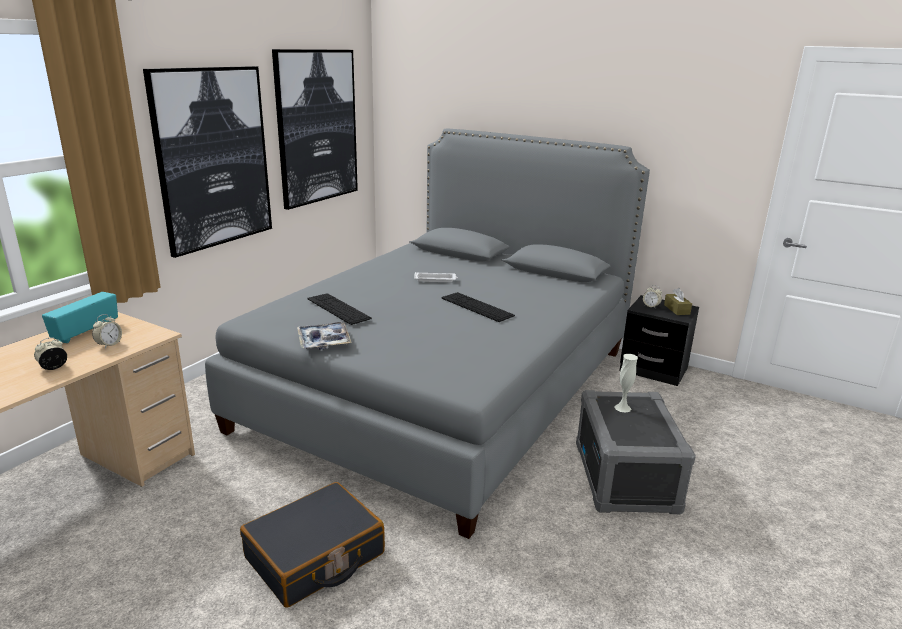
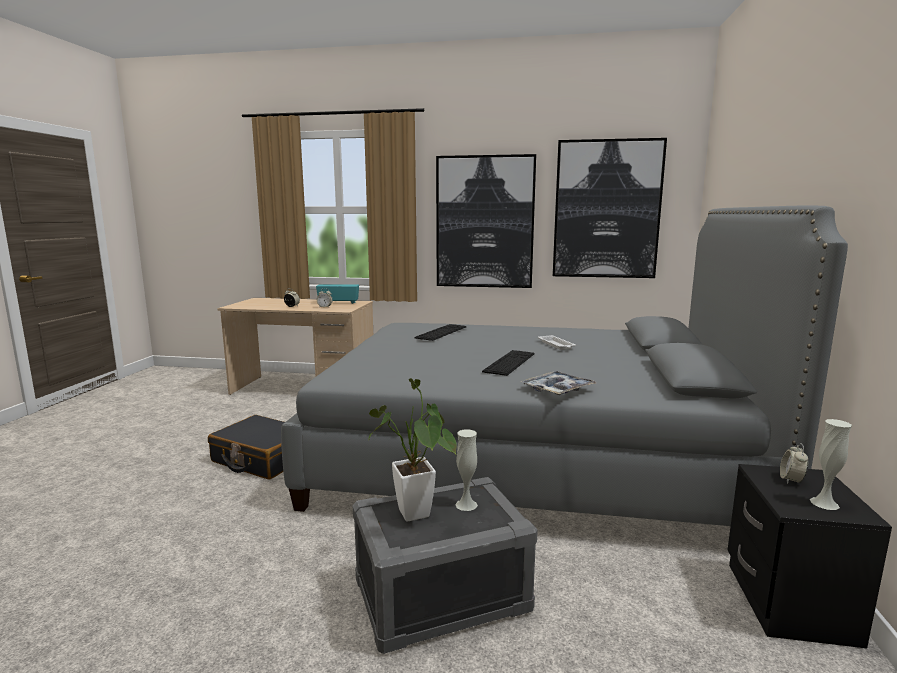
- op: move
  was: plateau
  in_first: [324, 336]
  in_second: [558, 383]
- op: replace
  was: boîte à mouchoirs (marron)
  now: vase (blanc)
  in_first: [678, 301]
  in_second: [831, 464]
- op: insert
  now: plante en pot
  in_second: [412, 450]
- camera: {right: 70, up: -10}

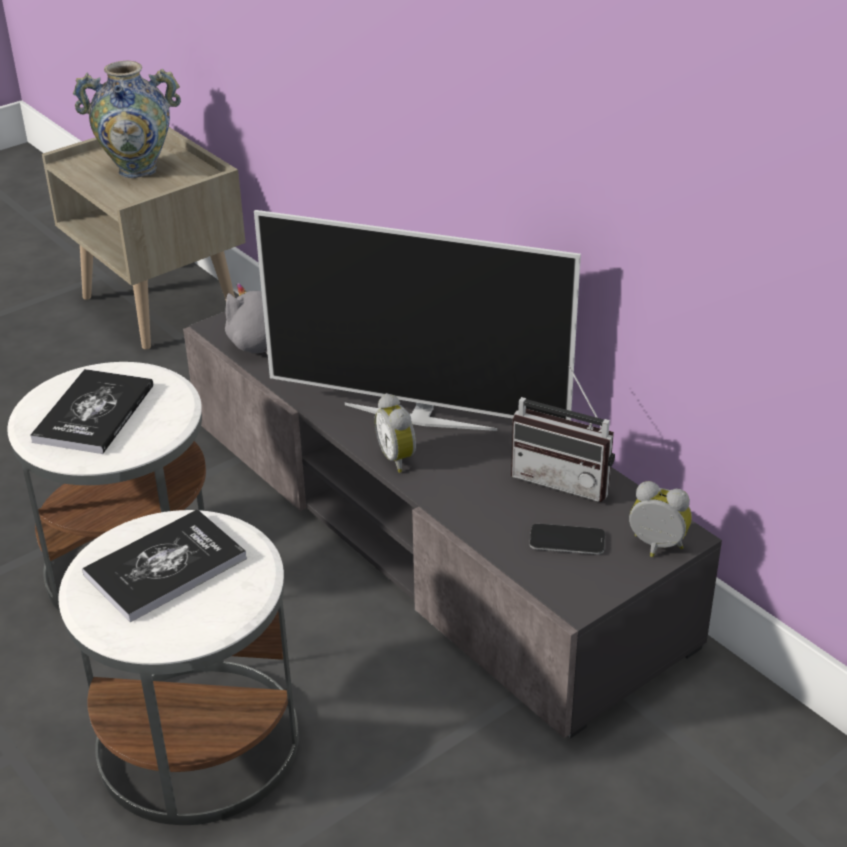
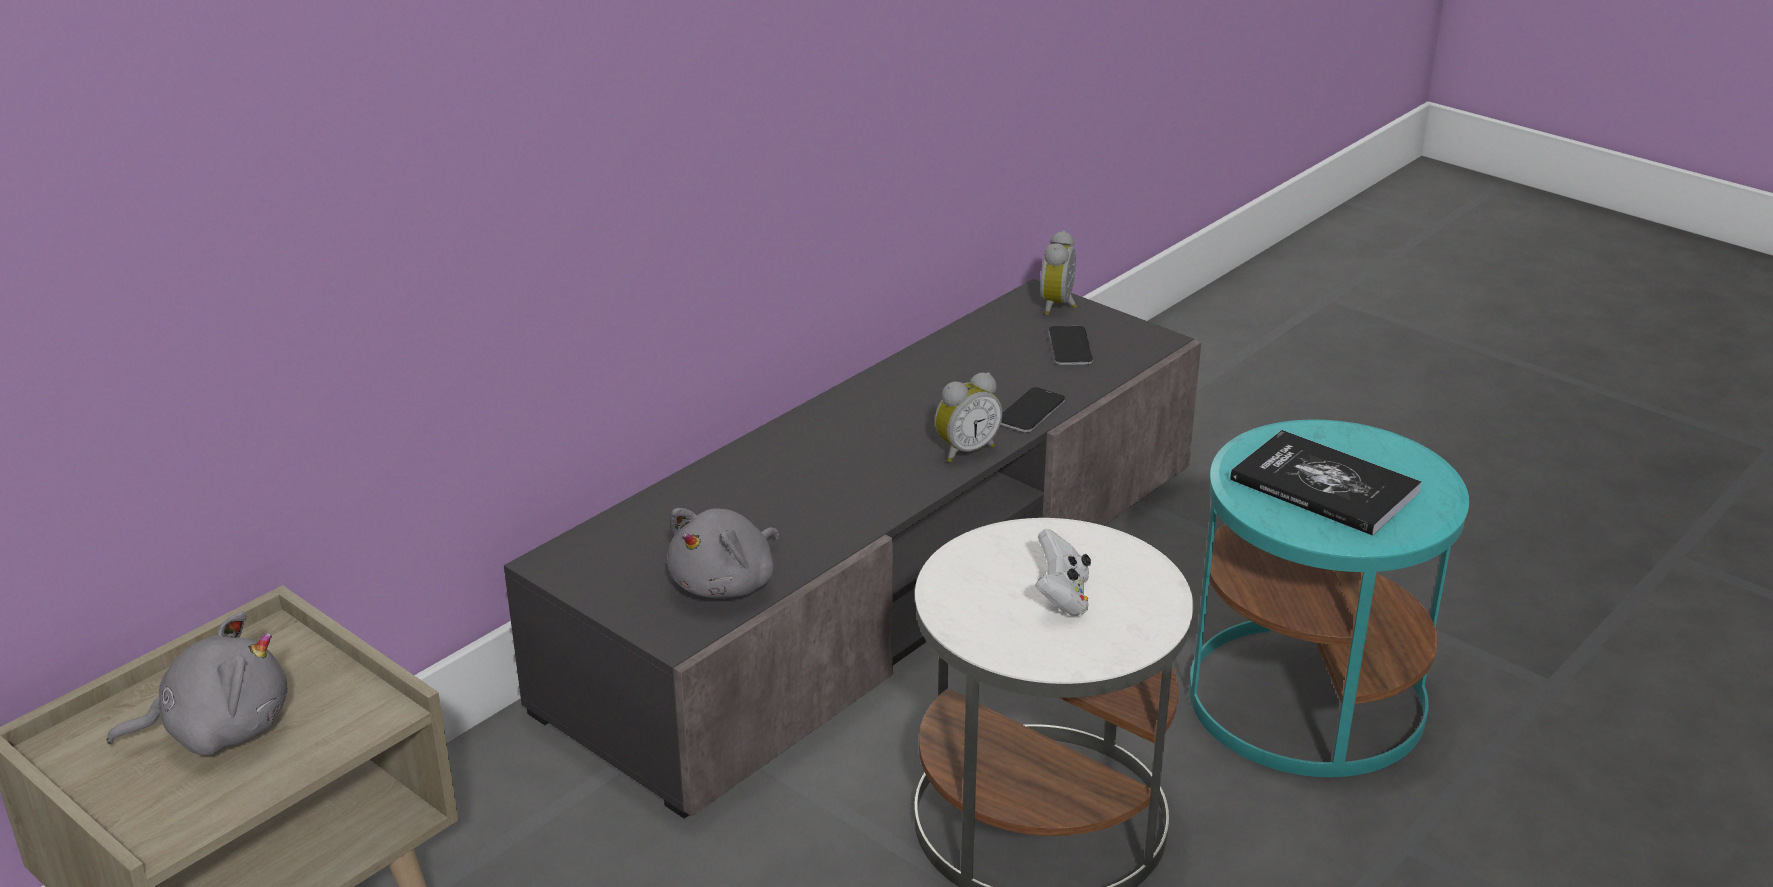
- op: replace
  was: livre
  now: manette (blanc)
  in_first: [91, 411]
  in_second: [1063, 572]
- op: recolor
  was: table d'appoint (blanc)
  now: table d'appoint (turquoise)
  in_first: [178, 667]
  in_second: [1329, 598]
- op: replace
  was: vase
  now: peluche (gris)
  in_first: [127, 119]
  in_second: [197, 683]
- op: delete
  was: téléviseur
  in_first: [417, 320]
- op: delete
  was: radio
  in_first: [563, 434]
- op: insert
  now: téléphone
  in_second: [1032, 410]
- camera: {right: -100, up: -5}

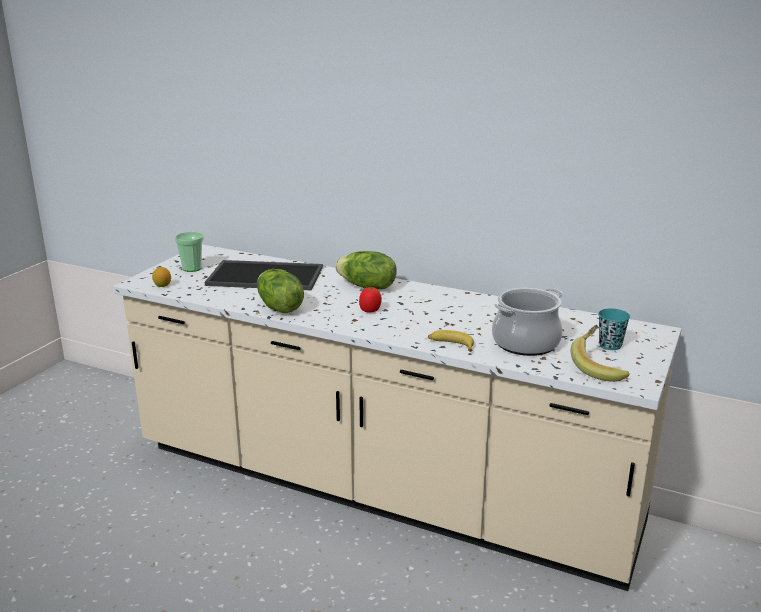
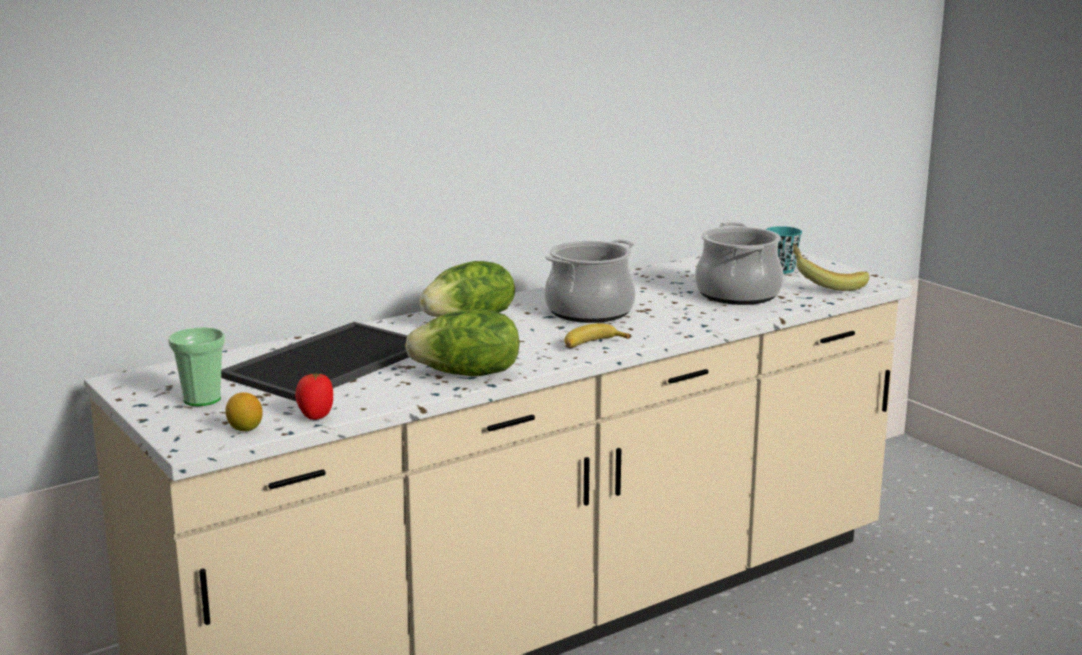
- op: move
  was: tomate
  in_first: [370, 299]
  in_second: [314, 396]
- op: move
  was: banane
  in_first: [451, 341]
  in_second: [598, 335]
- op: insert
  now: marmite
  in_second: [590, 281]
- camera: {right: -60, up: -5}

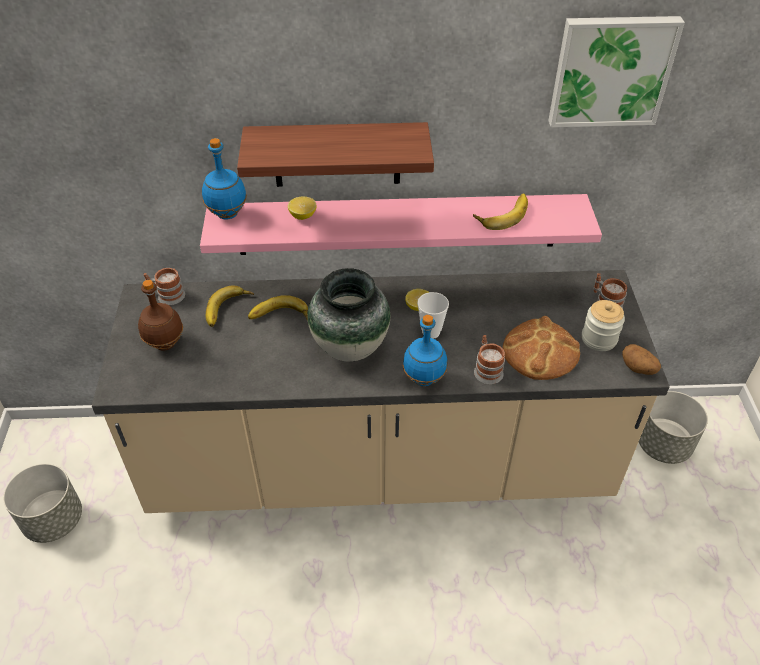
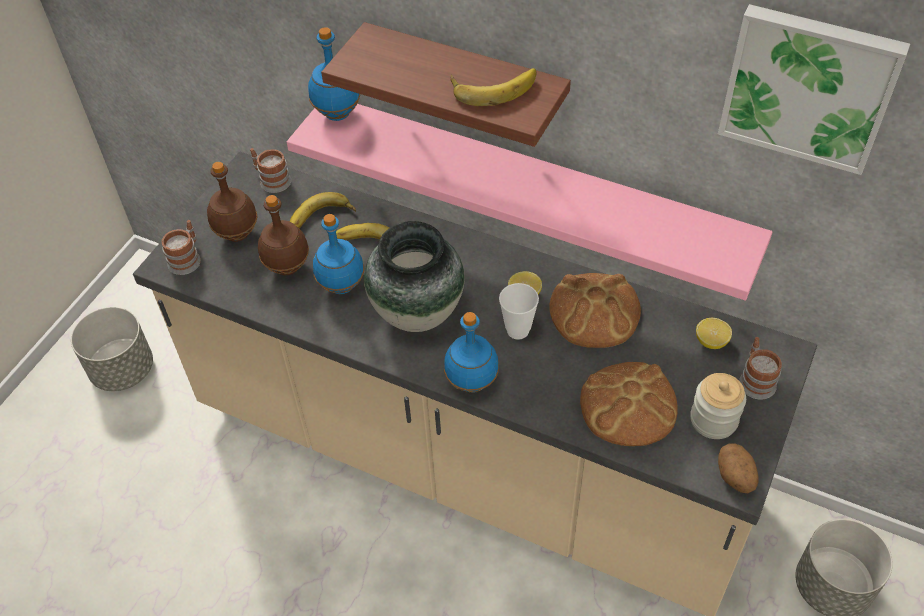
- op: move
  was: citron
  in_first: [302, 208]
  in_second: [714, 333]
- op: move
  was: banane
  in_first: [500, 211]
  in_second: [493, 87]
- op: move
  was: mug
  in_first: [489, 359]
  in_second: [181, 247]
- op: insert
  now: bouteille (marron)
  in_second: [283, 235]
- op: insert
  now: bouteille (bleu)
  in_second: [338, 254]
- op: insert
  now: pain
  in_second: [595, 310]
- camera: {right: 30, up: 5}

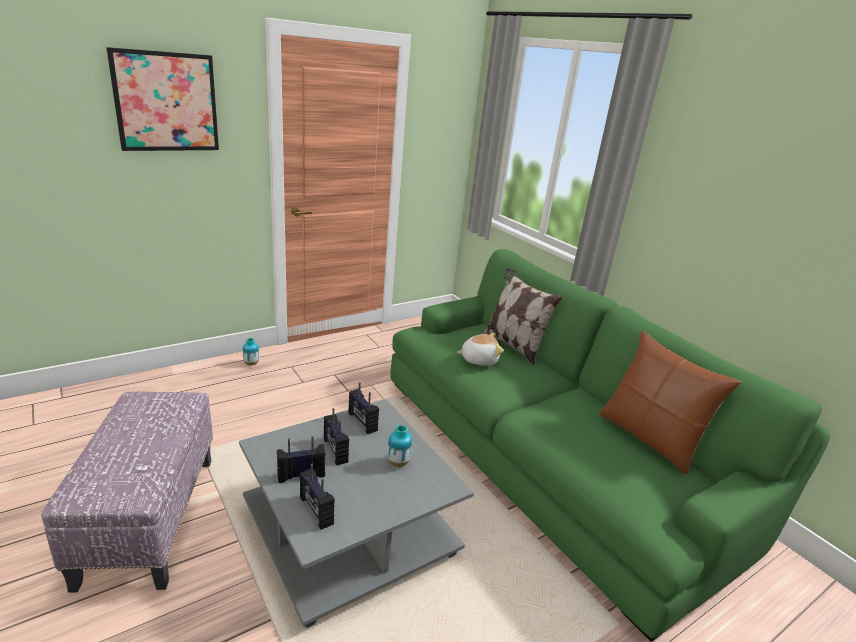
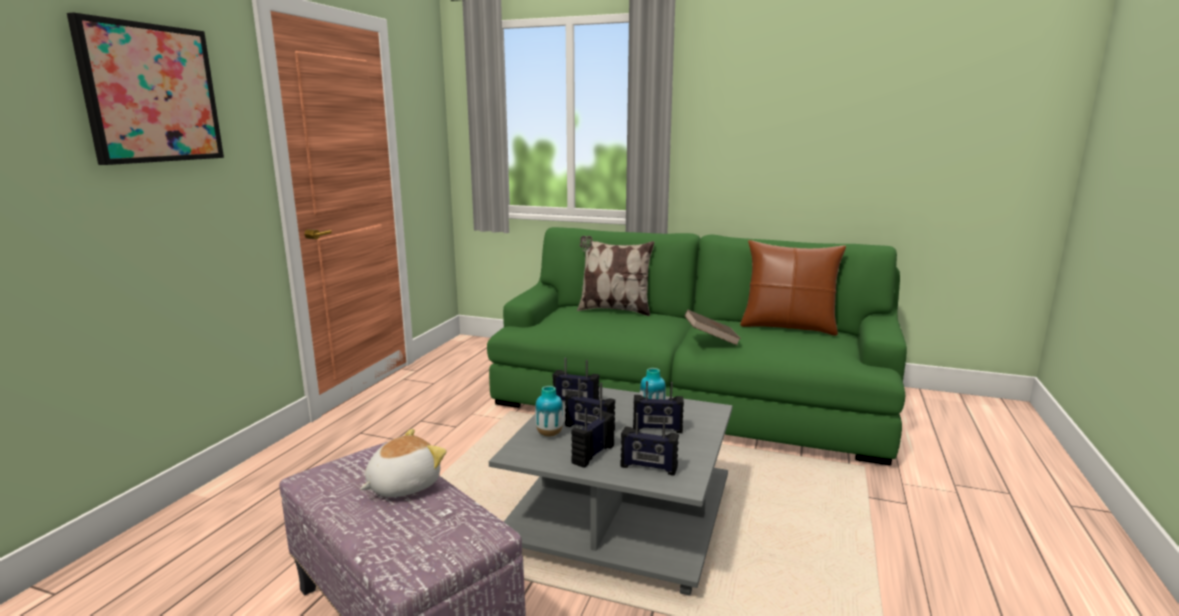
- op: move
  was: vase
  in_first: [251, 352]
  in_second: [549, 411]
- op: move
  was: peluche
  in_first: [480, 349]
  in_second: [403, 463]
- op: insert
  now: radio
  in_second: [658, 407]
- op: insert
  now: livre (marron)
  in_second: [713, 327]
- camera: {right: -35, up: -10}

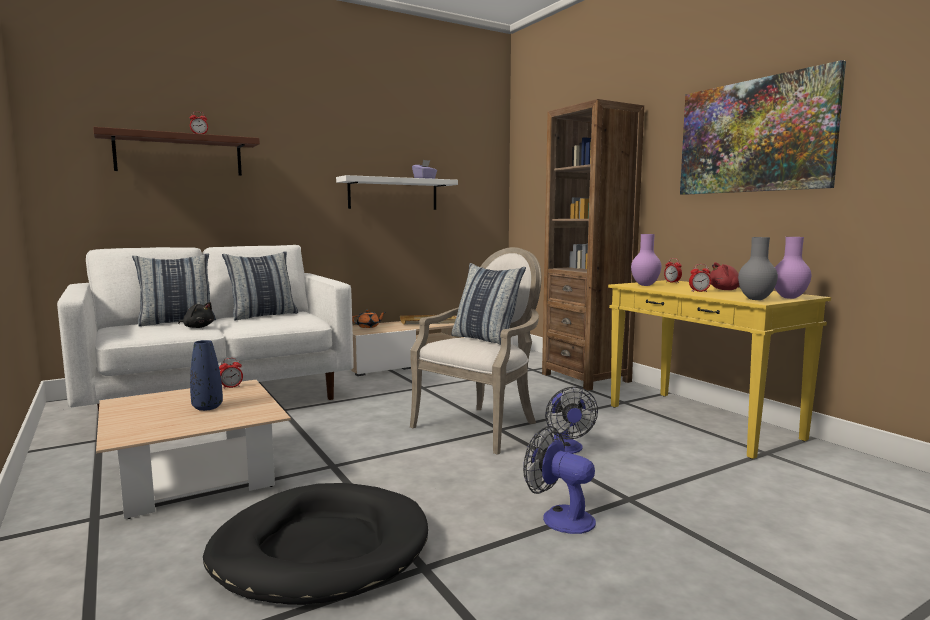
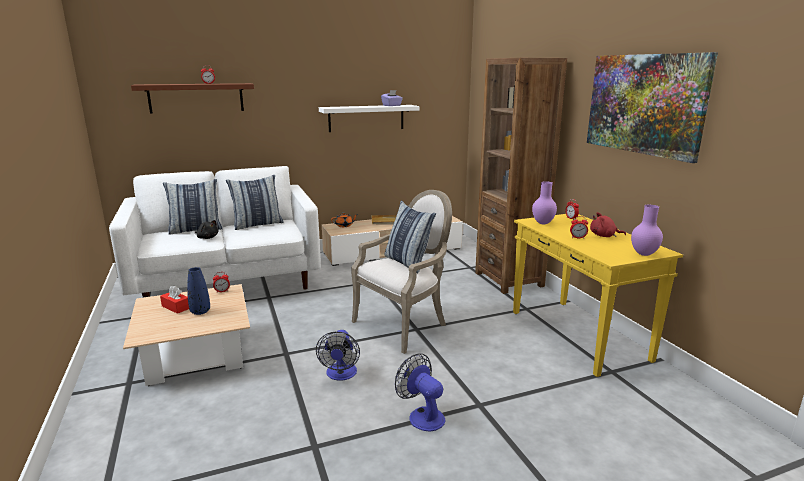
- op: delete
  was: panier pour chien (noir)
  in_first: [315, 544]
- op: move
  was: ventilateur
  in_first: [571, 420]
  in_second: [338, 355]
- op: delete
  was: vase (gris)
  in_first: [758, 268]
- op: insert
  now: boîte à mouchoirs (rouge)
  in_second: [174, 300]
- camera: {right: 10, up: 10}

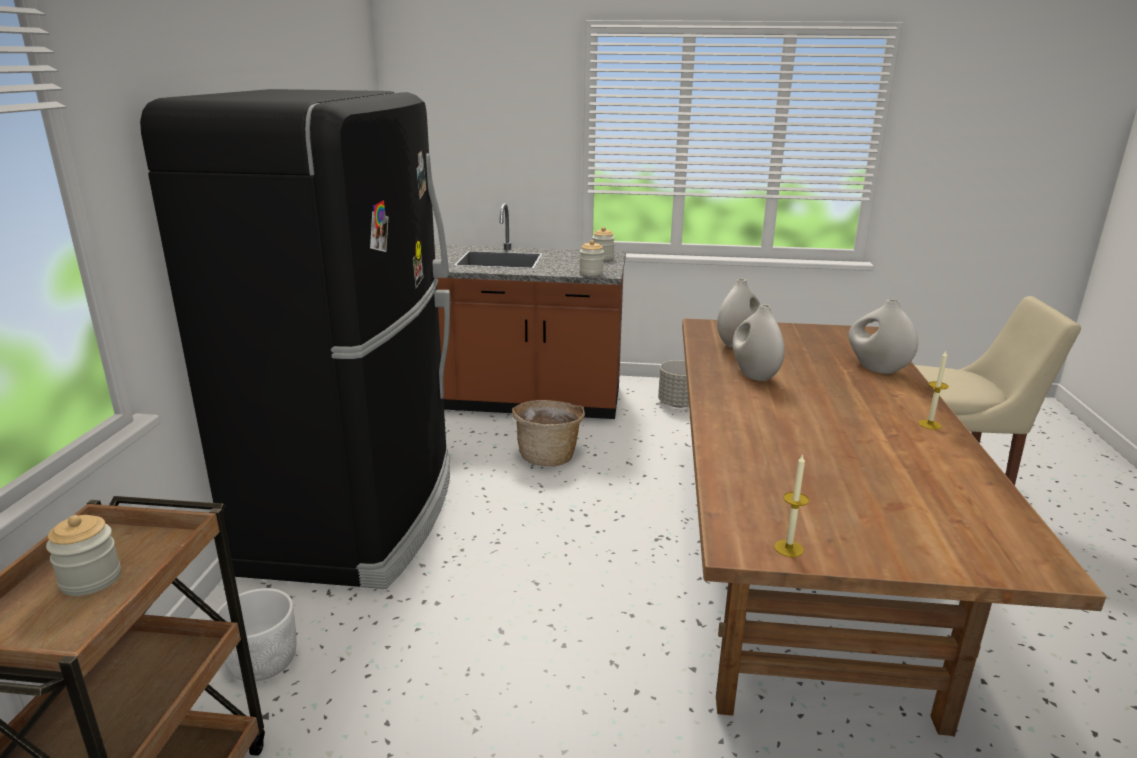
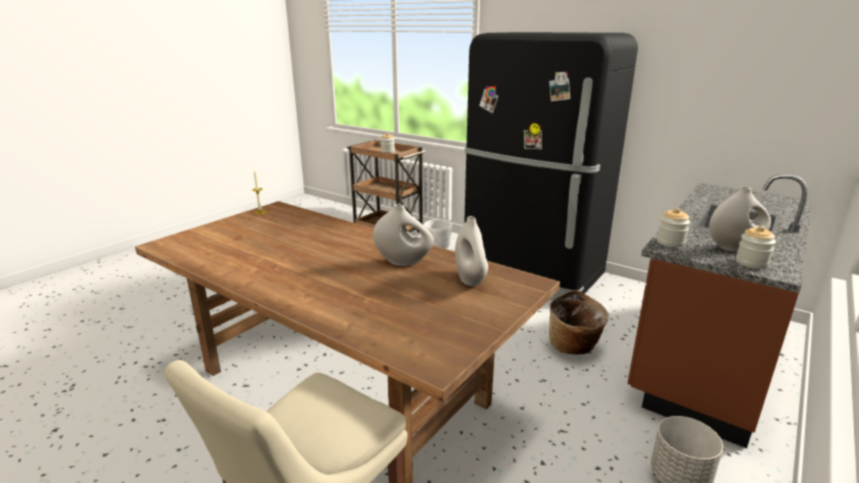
- op: move
  was: vase (blanc)
  in_first: [883, 336]
  in_second: [740, 219]
- op: delete
  was: bougie
  in_first: [934, 390]
- camera: {right: 120, up: 0}

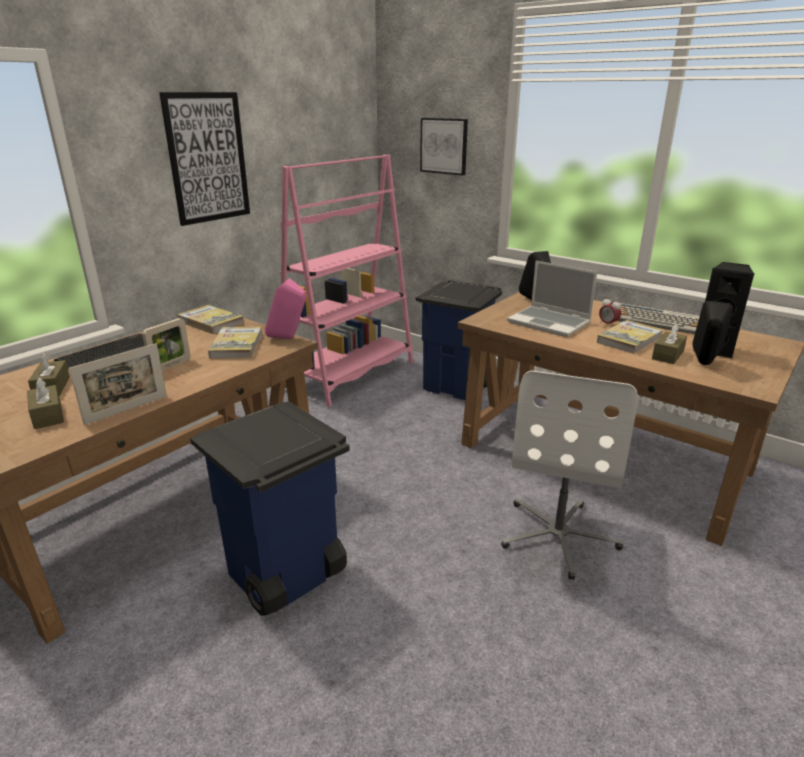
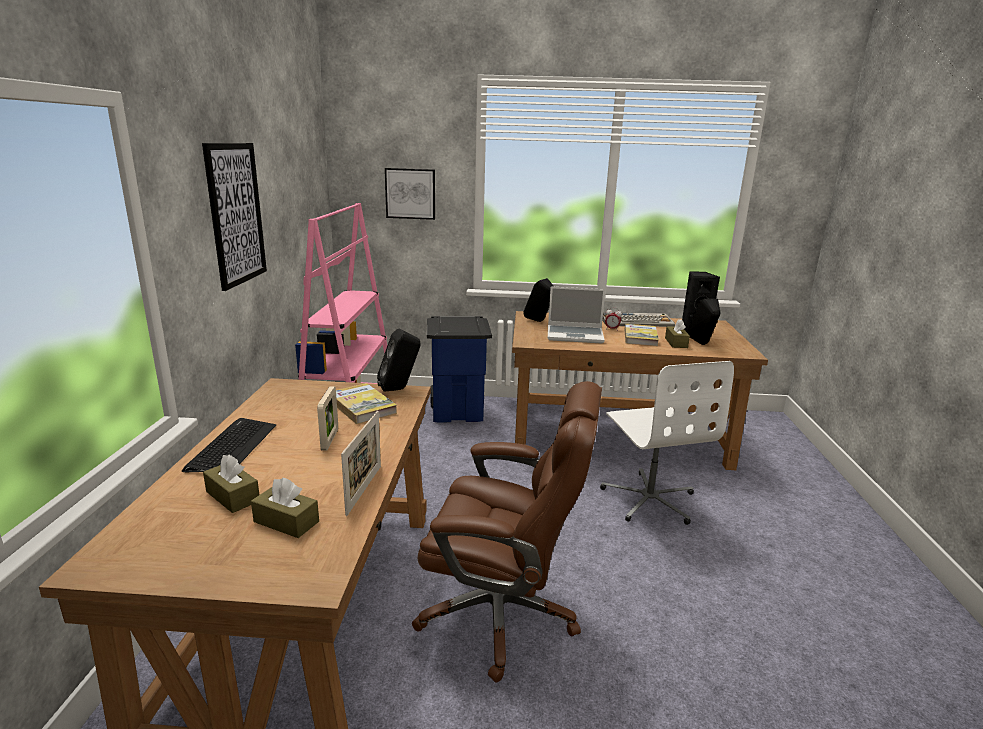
- op: delete
  was: livre
  in_first: [210, 319]
- op: replace
  was: poubelle (bleu)
  now: chaise de bureau (marron)
  in_first: [270, 508]
  in_second: [507, 532]
- op: recolor
  was: enceinte (rose)
  now: enceinte (noir)
  in_first: [285, 308]
  in_second: [399, 360]
- camera: {right: -35, up: -5}

